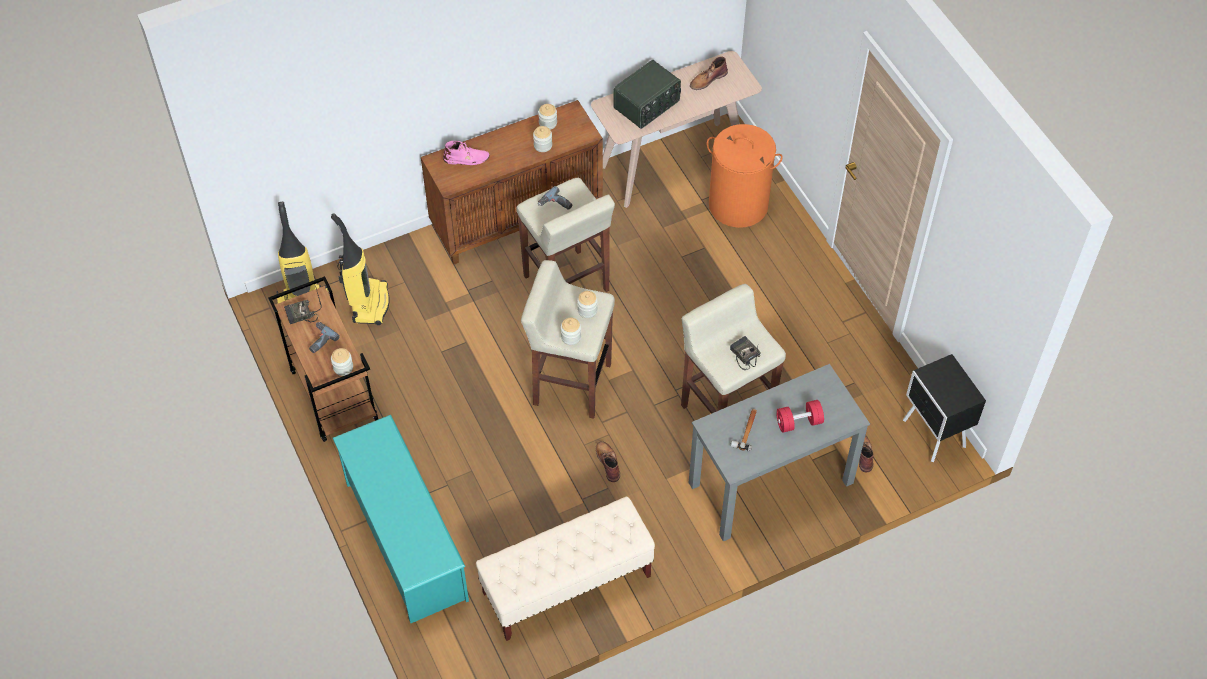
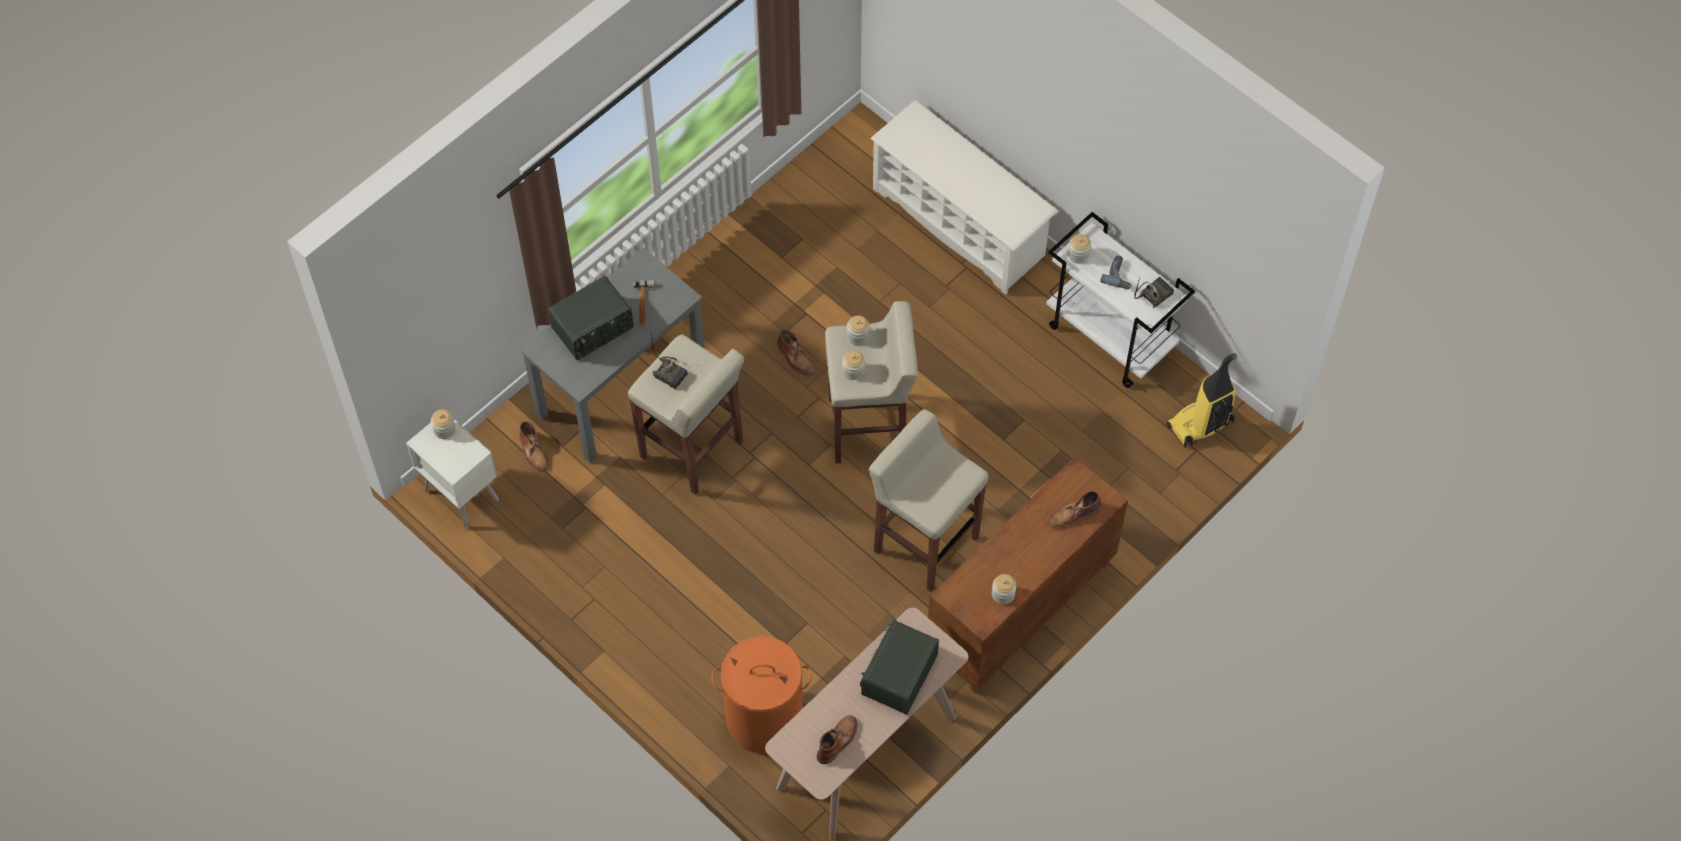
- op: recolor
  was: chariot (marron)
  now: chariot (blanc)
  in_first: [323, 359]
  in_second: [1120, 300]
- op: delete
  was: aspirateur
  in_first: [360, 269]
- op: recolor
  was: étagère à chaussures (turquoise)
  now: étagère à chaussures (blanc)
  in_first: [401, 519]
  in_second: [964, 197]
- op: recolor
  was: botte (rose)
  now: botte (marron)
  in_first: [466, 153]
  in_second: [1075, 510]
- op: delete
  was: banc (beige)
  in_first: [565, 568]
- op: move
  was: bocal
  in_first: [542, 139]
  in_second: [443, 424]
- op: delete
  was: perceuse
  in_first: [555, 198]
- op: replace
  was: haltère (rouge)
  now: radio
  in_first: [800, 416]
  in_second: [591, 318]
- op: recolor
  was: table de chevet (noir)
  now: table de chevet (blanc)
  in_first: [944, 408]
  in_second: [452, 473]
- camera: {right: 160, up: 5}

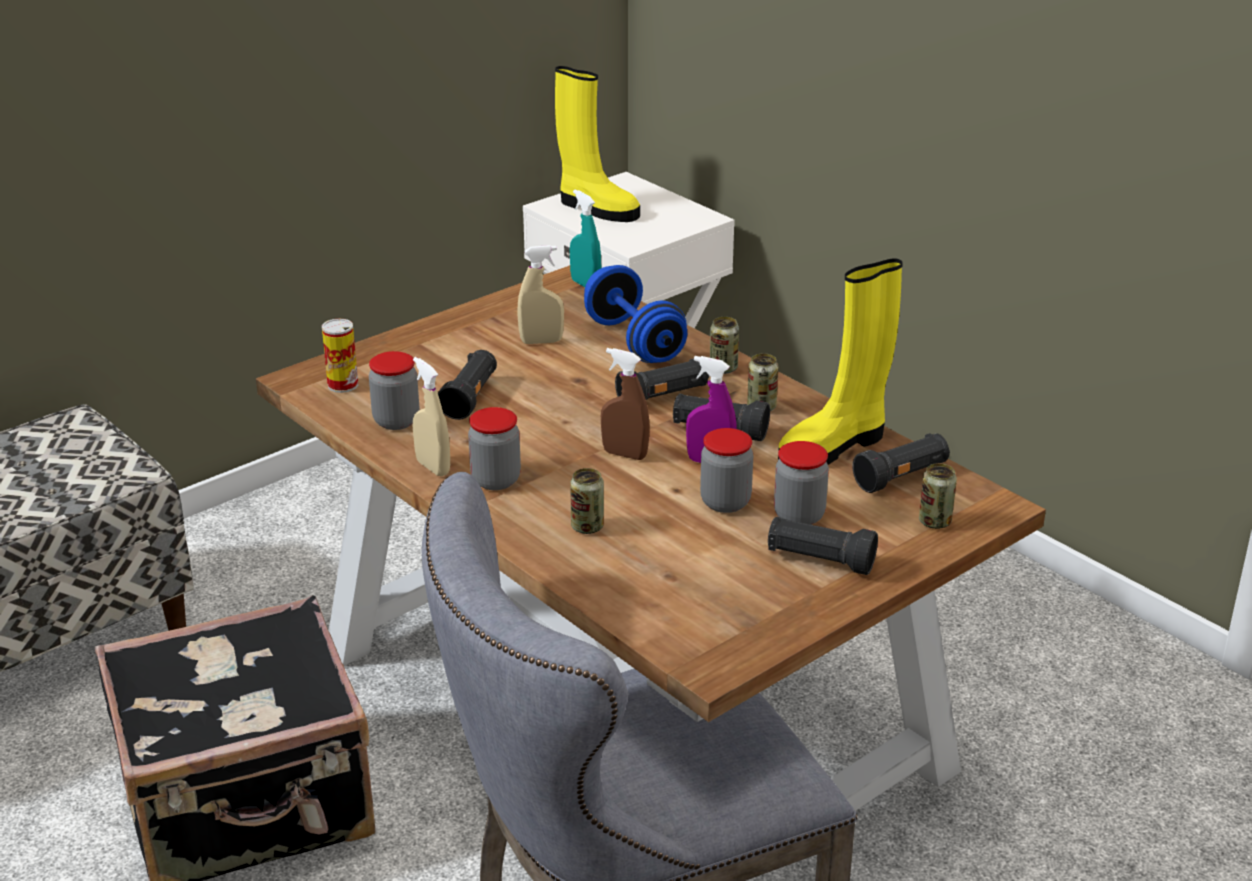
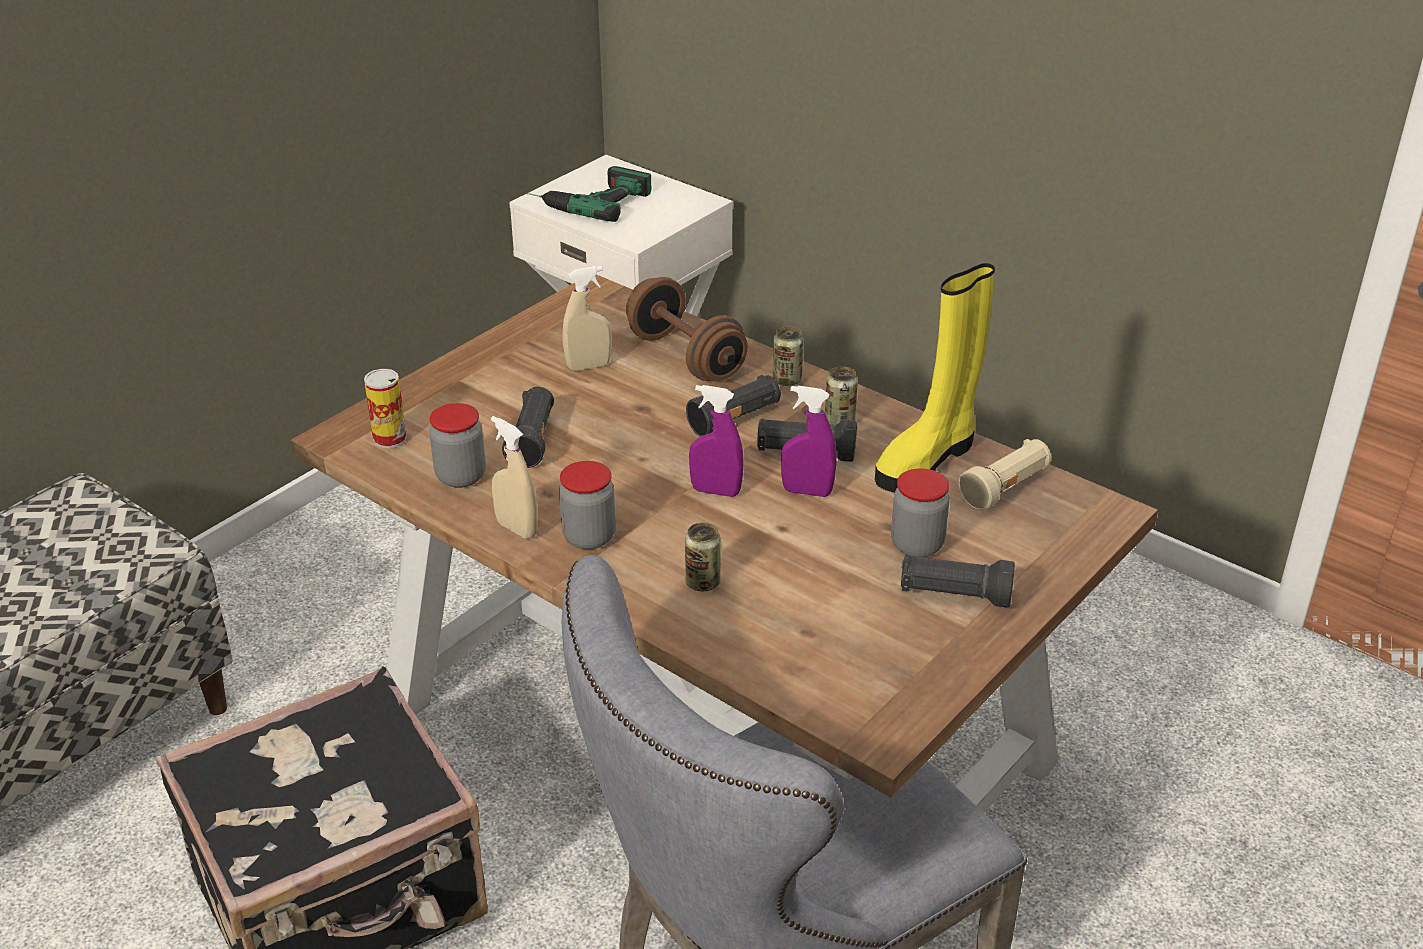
- op: replace
  was: botte (jaune)
  now: perceuse
  in_first: [597, 144]
  in_second: [588, 194]
- op: delete
  was: vaporisateur (turquoise)
  in_first: [585, 238]
- op: recolor
  was: haltère (bleu)
  now: haltère (marron)
  in_first: [635, 314]
  in_second: [687, 329]
- op: recolor
  was: vaporisateur (marron)
  now: vaporisateur (violet)
  in_first: [625, 404]
  in_second: [716, 441]
- op: delete
  was: bocal
  in_first: [726, 470]
- op: recolor
  was: lampe de poche (noir)
  now: lampe de poche (beige)
  in_first: [901, 463]
  in_second: [1005, 474]
- op: delete
  was: boîte métallique
  in_first: [938, 496]
- camera: {right: -10, up: 5}

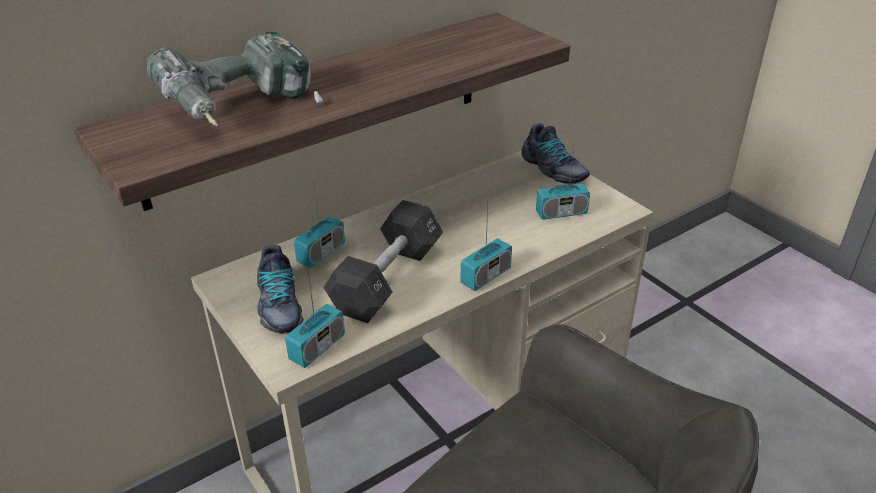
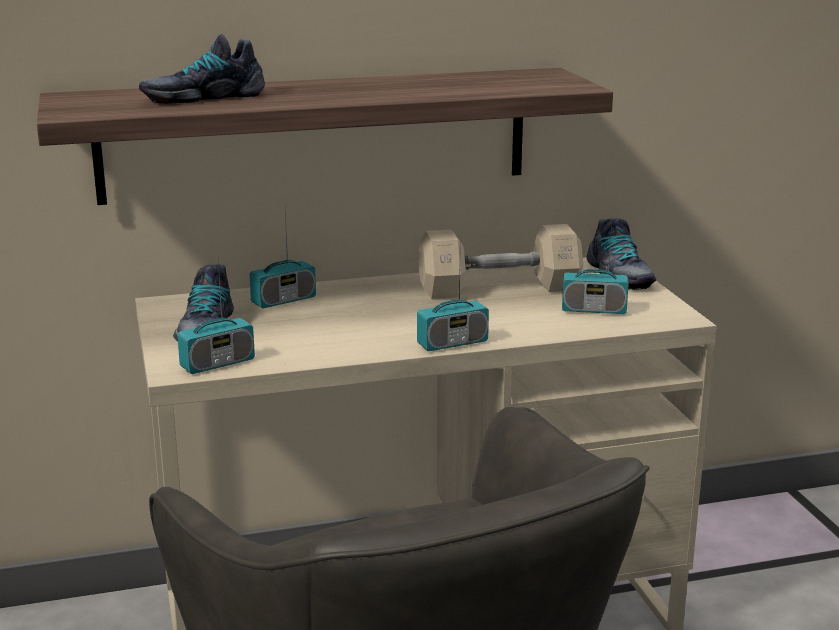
- op: replace
  was: perceuse
  now: chaussure
  in_first: [235, 79]
  in_second: [202, 69]
- op: delete
  was: haltère (noir)
  in_first: [383, 261]
- op: insert
  now: haltère (beige)
  in_second: [500, 261]
- camera: {right: 20, up: -15}

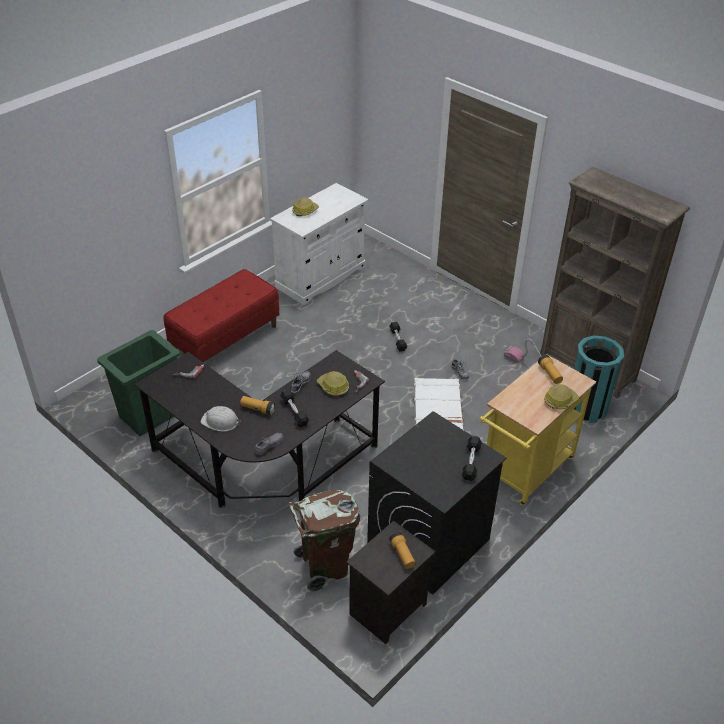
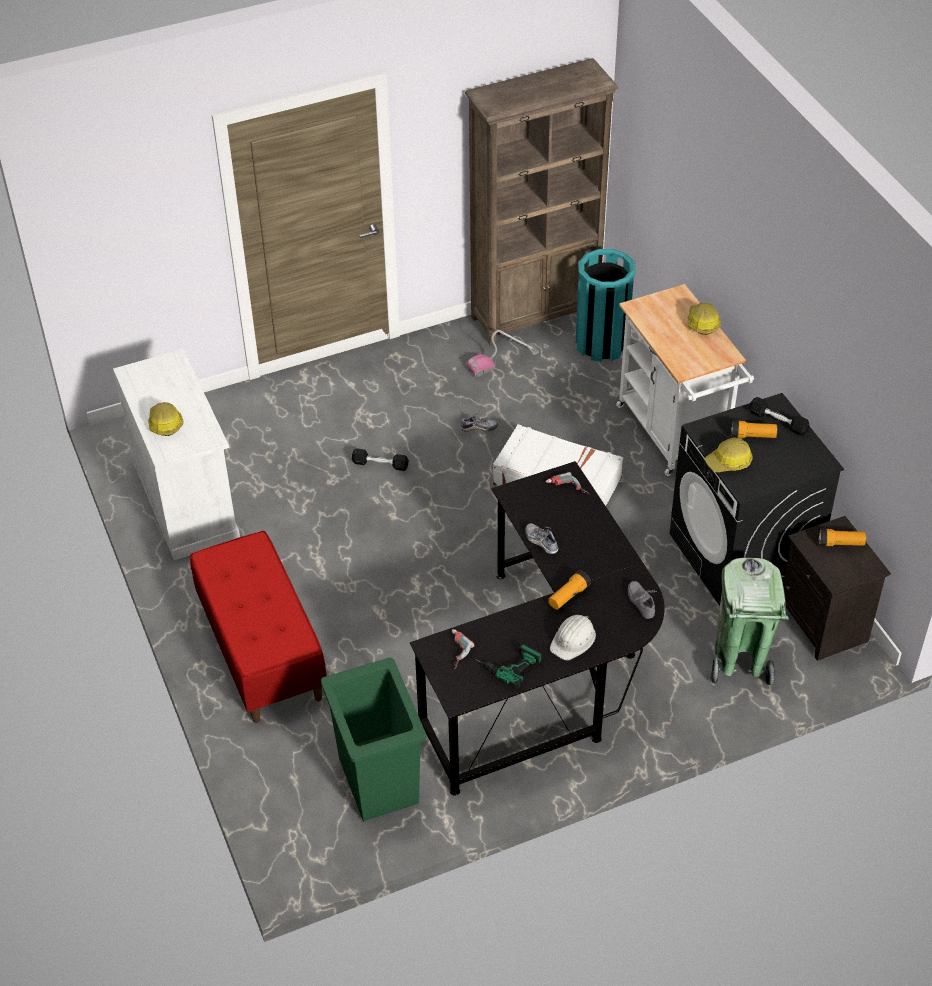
- op: delete
  was: haltère (noir)
  in_first: [294, 408]
- op: recolor
  was: poubelle (marron)
  now: poubelle (vert)
  in_first: [324, 541]
  in_second: [749, 622]
- op: move
  was: casque de chantier
  in_first: [333, 383]
  in_second: [729, 455]
- op: recolor
  was: chariot (jaune)
  now: chariot (blanc)
  in_first: [538, 430]
  in_second: [685, 380]
- op: move
  was: lampe de poche
  in_first: [550, 369]
  in_second: [754, 429]
- op: insert
  now: perceuse
  in_second: [508, 665]
- camera: {right: -65, up: 5}

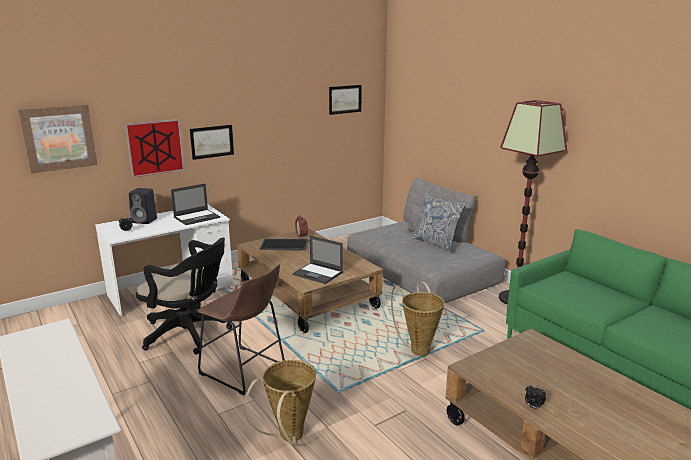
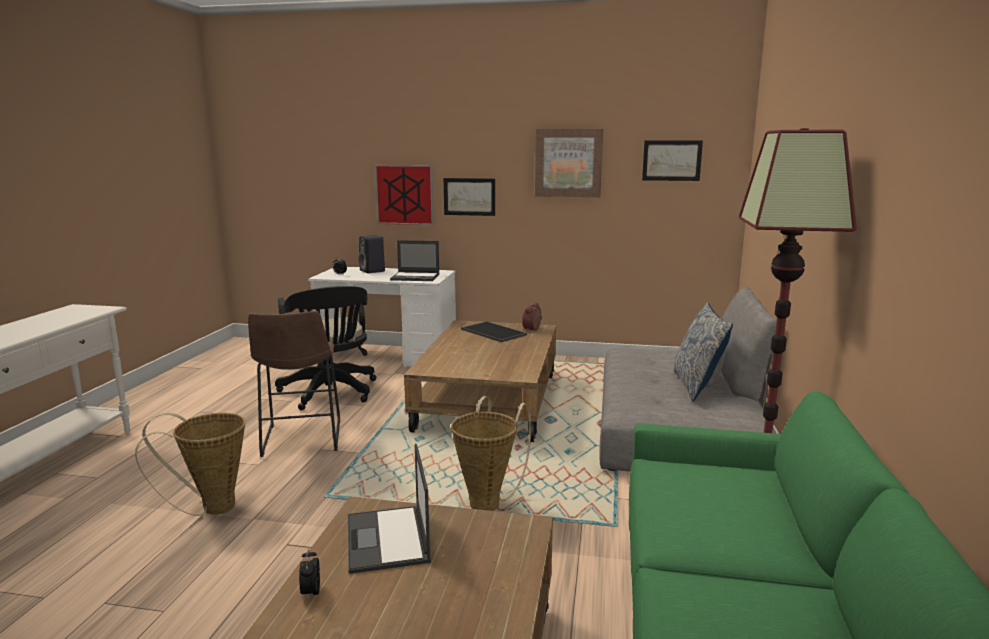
- op: move
  was: tableau
  in_first: [57, 139]
  in_second: [569, 163]
- op: move
  was: ordinateur portable
  in_first: [318, 260]
  in_second: [389, 508]
- camera: {right: 45, up: -5}

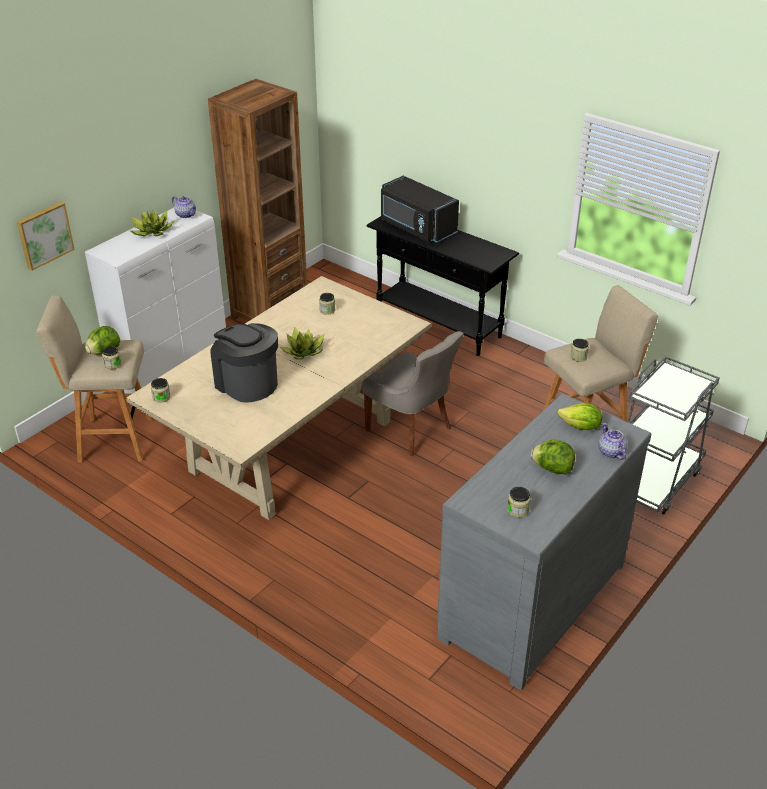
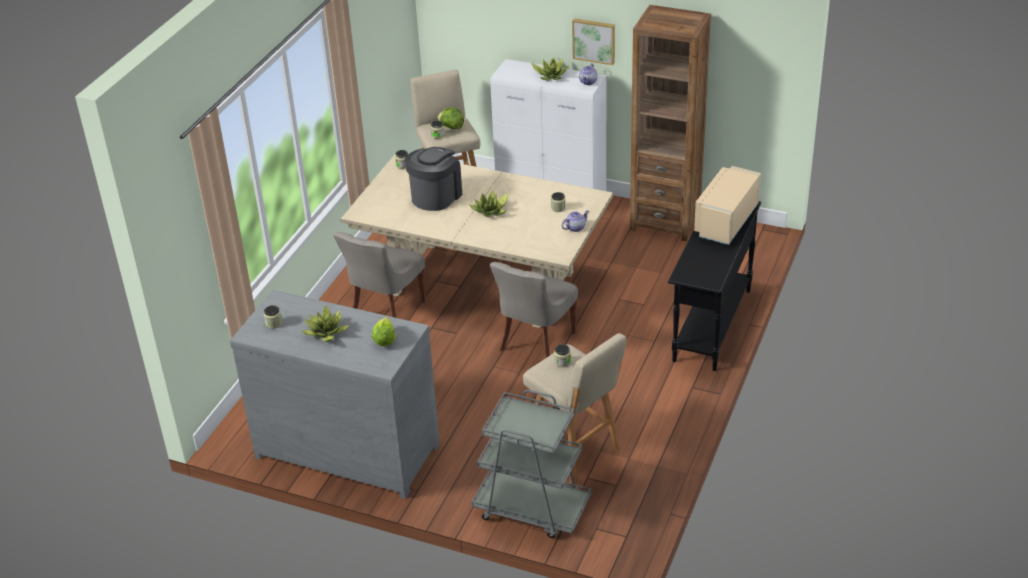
- op: move
  was: tableau
  in_first: [45, 236]
  in_second: [593, 41]
- op: recolor
  was: micro-ondes (noir)
  now: micro-ondes (beige)
  in_first: [420, 209]
  in_second: [727, 205]
- op: replace
  was: laitue
  now: plante en pot
  in_first: [553, 457]
  in_second: [325, 323]
- op: move
  was: théière
  in_first: [613, 441]
  in_second: [575, 221]
- op: insert
  now: chaise (gris)
  in_second: [379, 275]
- camera: {right: 75, up: 0}

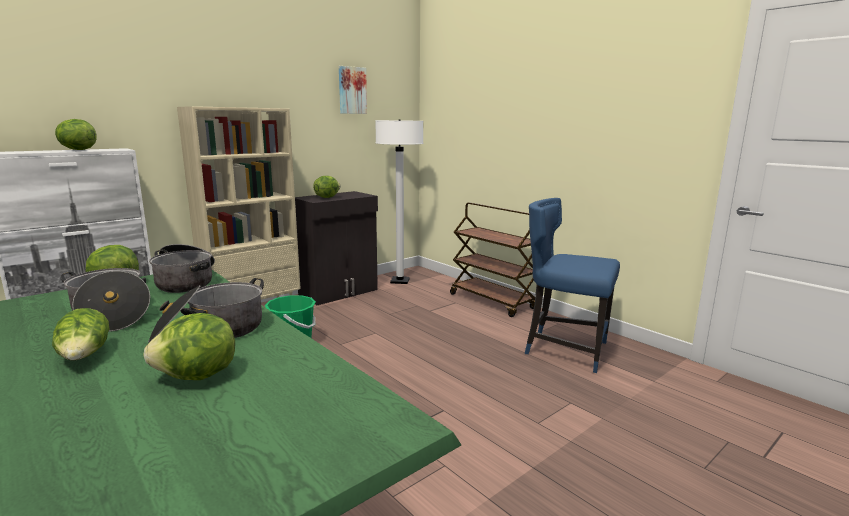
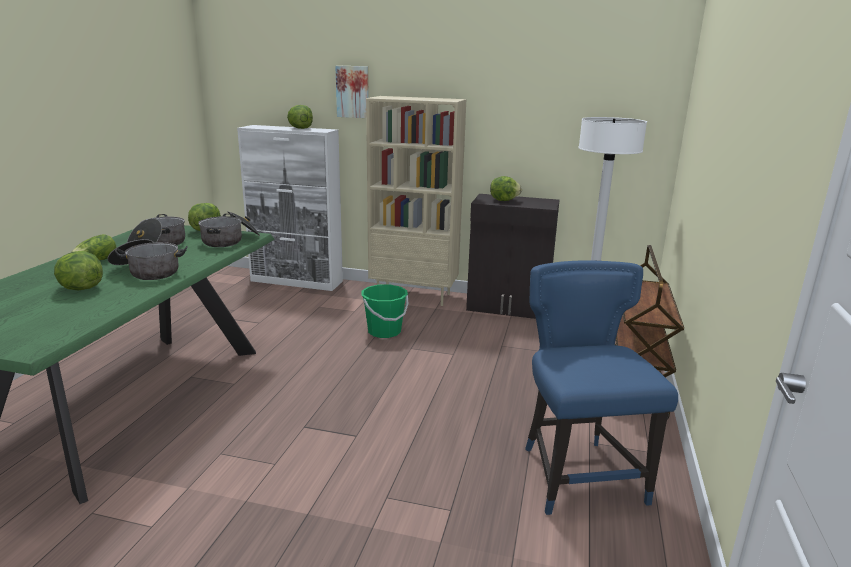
- op: move
  was: tableau
  in_first: [353, 90]
  in_second: [352, 91]
- camera: {right: 55, up: 5}

